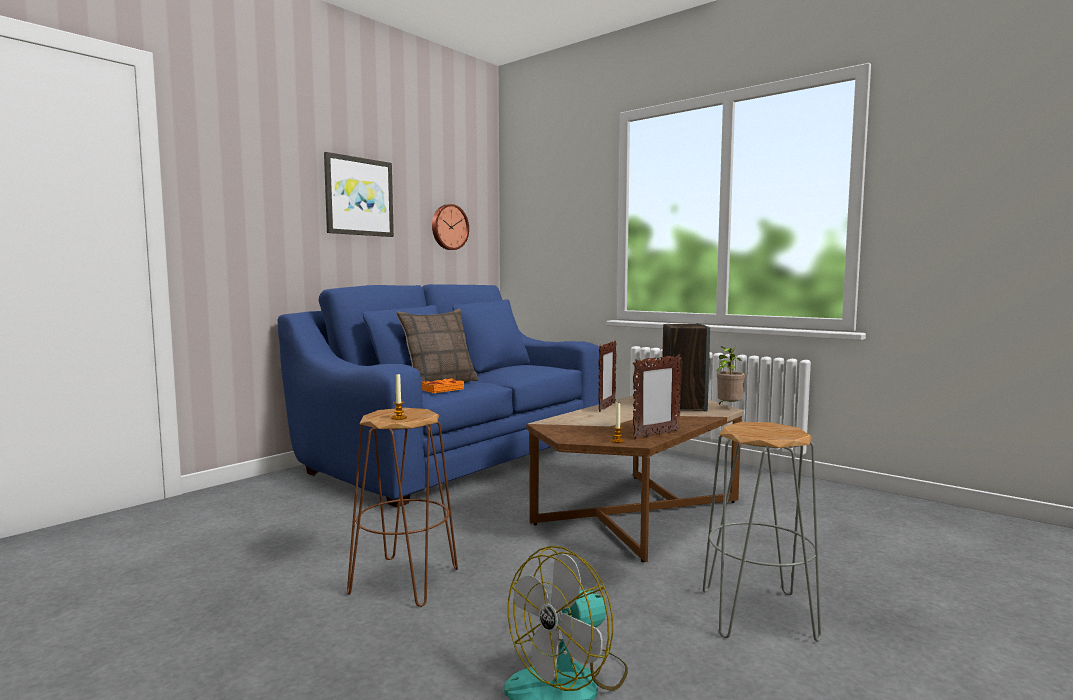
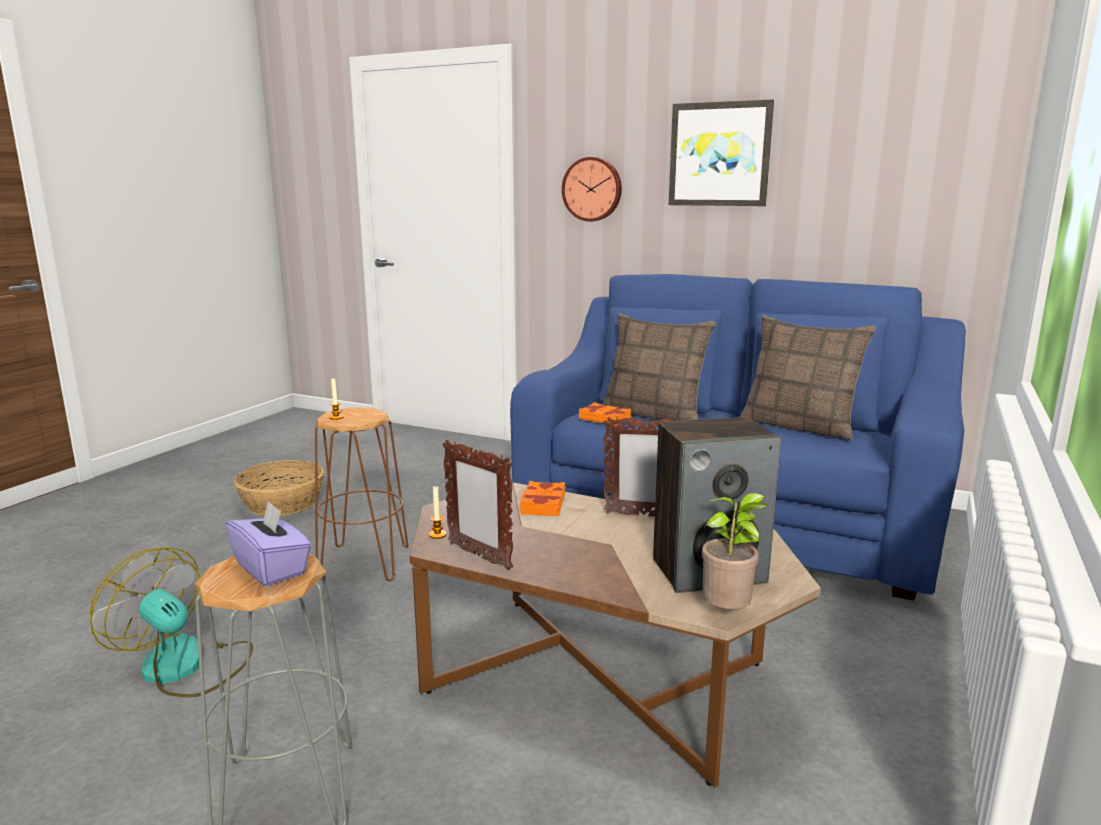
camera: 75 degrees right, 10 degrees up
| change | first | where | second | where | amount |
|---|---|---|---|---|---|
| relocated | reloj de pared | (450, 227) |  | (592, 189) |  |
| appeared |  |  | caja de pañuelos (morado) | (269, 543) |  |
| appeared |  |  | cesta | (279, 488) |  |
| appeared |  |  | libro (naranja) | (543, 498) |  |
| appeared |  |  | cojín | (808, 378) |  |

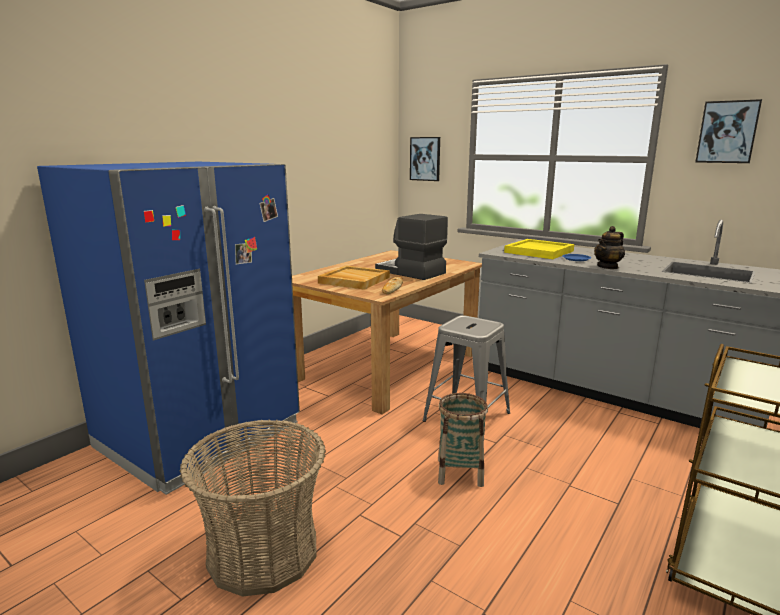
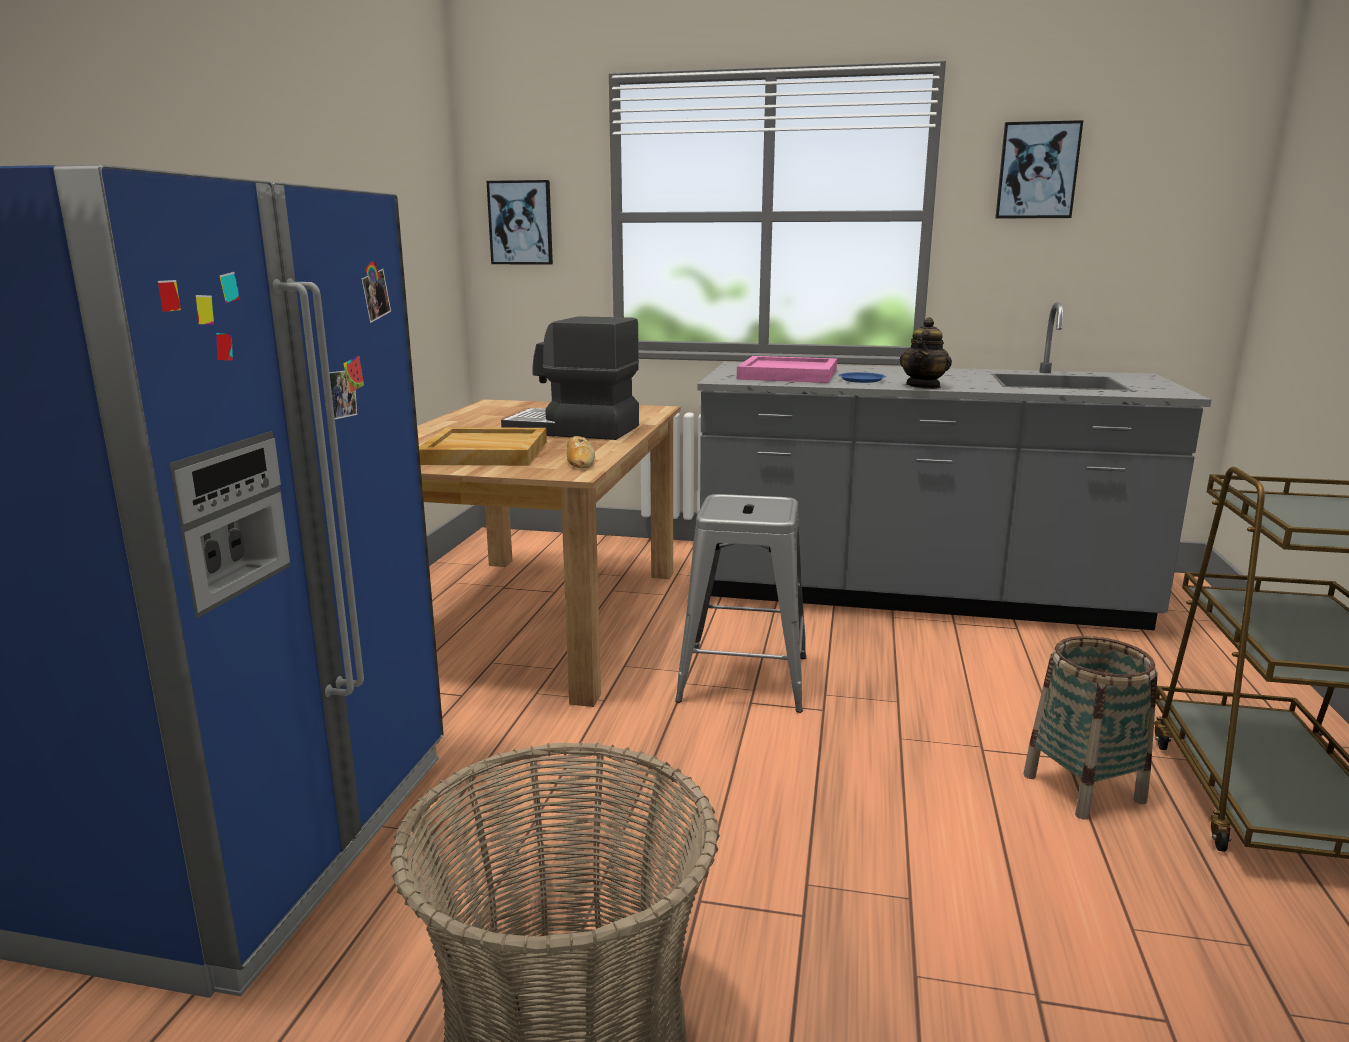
camera: 25 degrees left, 0 degrees up
| change | first | where | second | where | amount |
|---|---|---|---|---|---|
| relocated | cesta | (463, 440) |  | (1090, 728) |  |
| colour | bandeja (amarillo) | (539, 249) | bandeja (rosa) | (787, 369) |  |

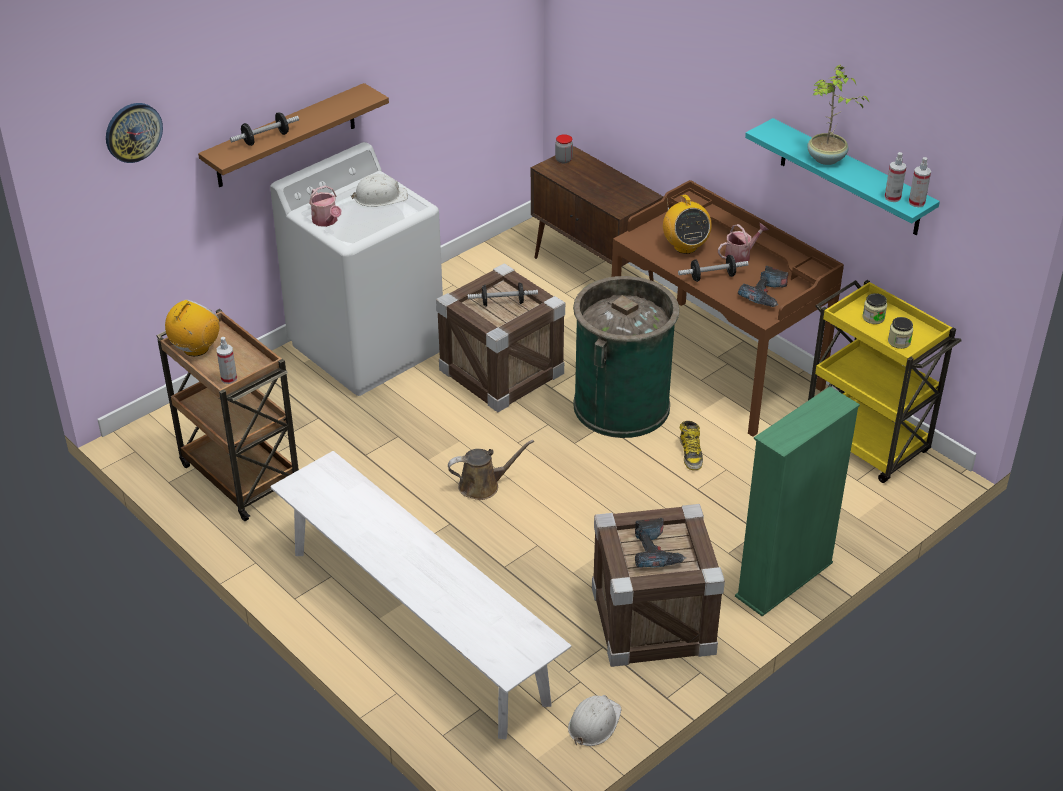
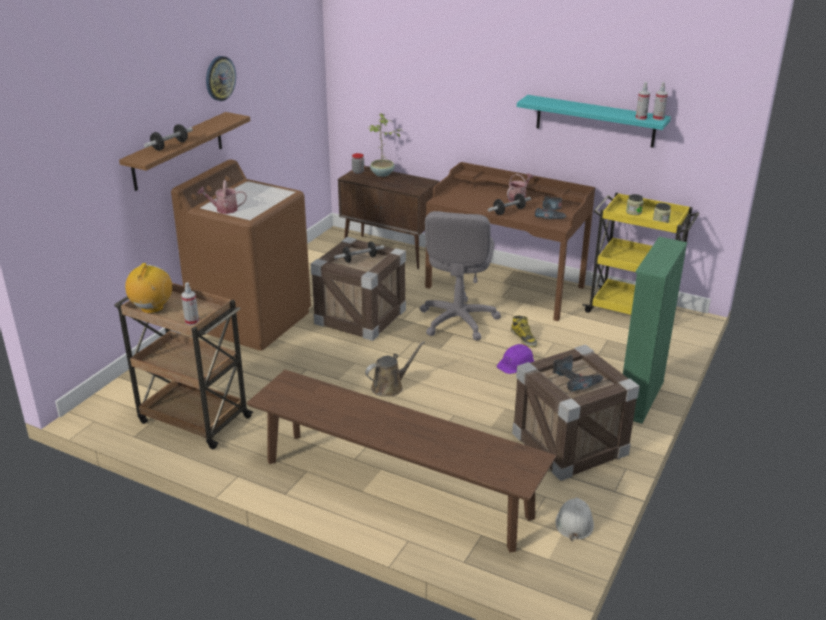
camera: 20 degrees left, 10 degrees down
| change | first | where | second | where | amount |
|---|---|---|---|---|---|
| relocated | reloj de pared | (134, 133) |  | (221, 78) |  |
| colour | lavadora (blanco) | (356, 269) | lavadora (marrón) | (241, 255) |  |
| colour | banco (blanco) | (420, 595) | banco (marrón) | (402, 461) |  |
| spun | regadera | (325, 206) |  | (222, 197) | 135 degrees clockwise |
| missing | casco (blanco) | (379, 190) |  |  |  |
| exchanged | papelera (verde) | (626, 357) | silla de oficina (gris) | (460, 275) |  |
| missing | radio | (687, 224) |  |  |  |
| relocated | planta en maceta | (838, 115) |  | (385, 145) |  |
| appeared |  |  | casco (morado) | (515, 359) |  |

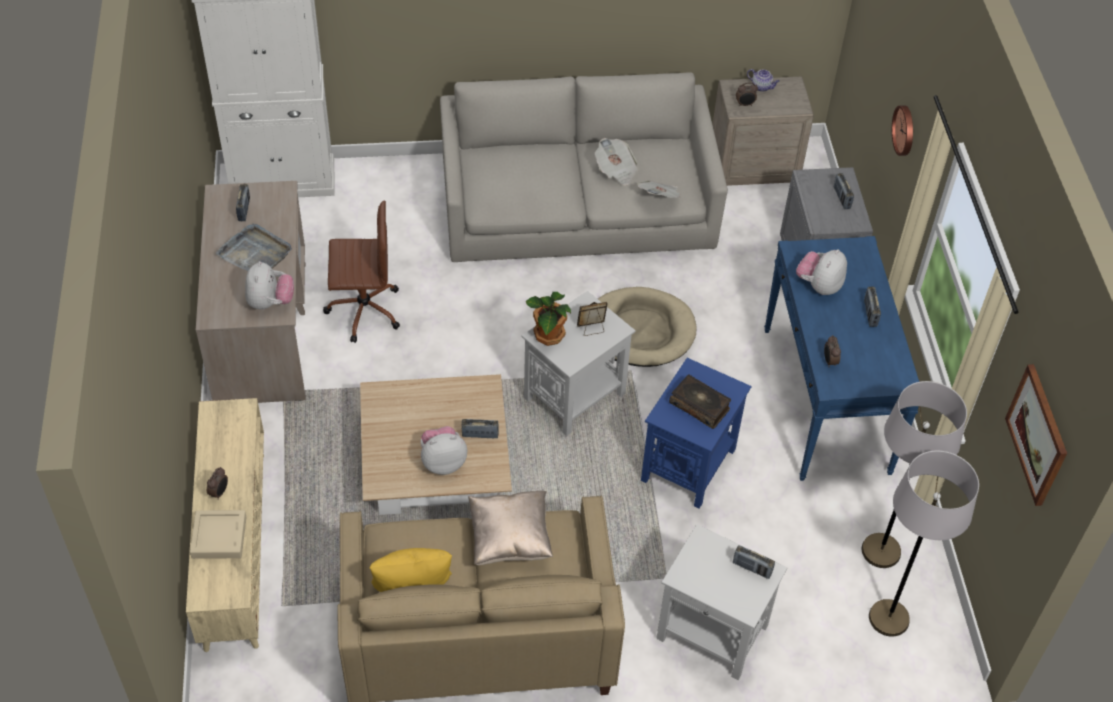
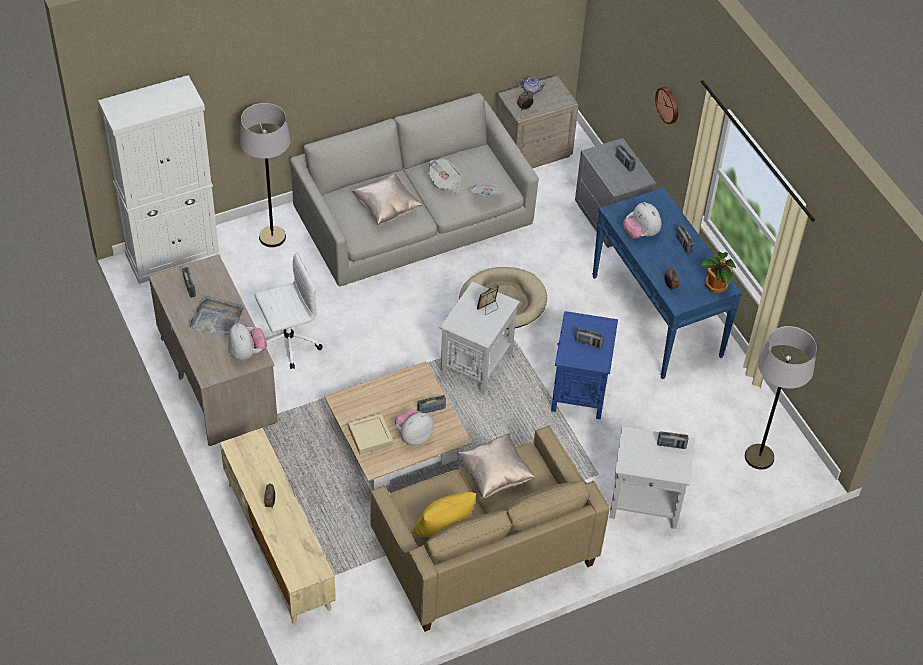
camera: 20 degrees left, 0 degrees up
| change | first | where | second | where | amount |
|---|---|---|---|---|---|
| relocated | bandeja (beis) | (218, 534) |  | (370, 434) |  |
| colour | silla de oficina (marrón) | (361, 271) | silla de oficina (blanco) | (289, 311) |  |
| relocated | planta en maceta | (548, 319) |  | (718, 273) |  |
| exchanged | libro | (700, 402) | radio | (589, 338) |  |
| spun | peluche | (821, 272) |  | (642, 220) | 45 degrees counterclockwise |
| relocated | lámpara de pie (gris) | (914, 474) |  | (265, 175) |  |
| missing | cuadro | (1036, 435) |  |  |  |
| appeared |  |  | cojín (beis) | (387, 199) |  |

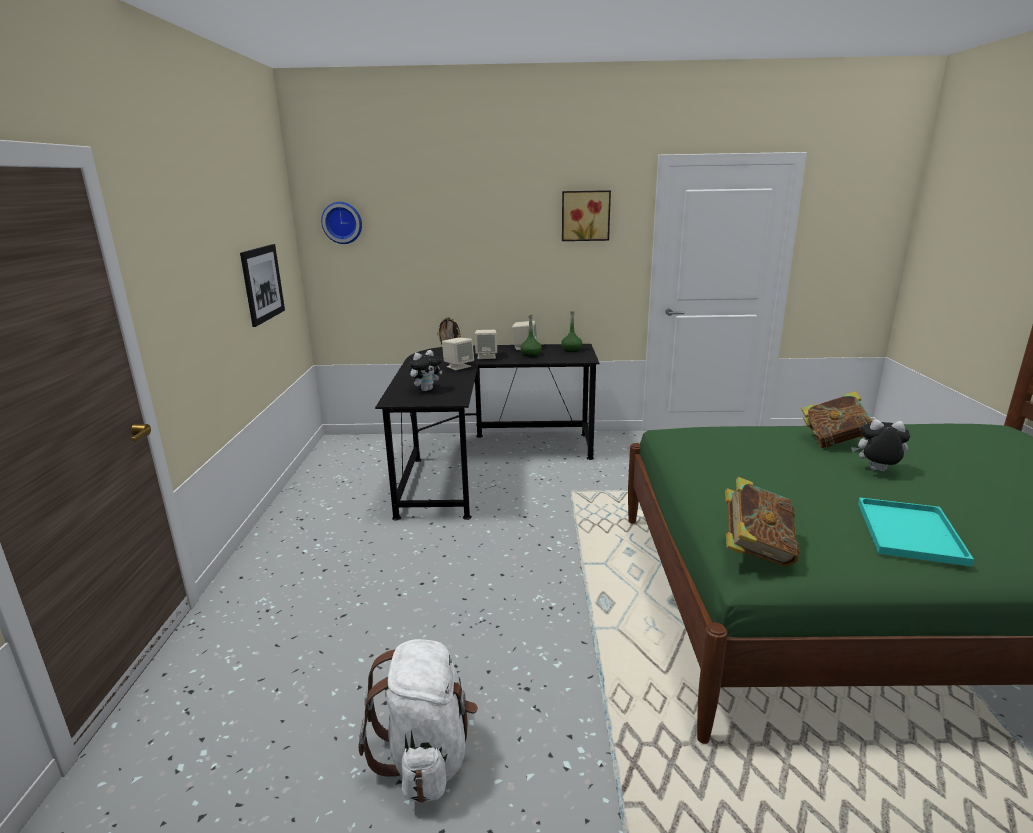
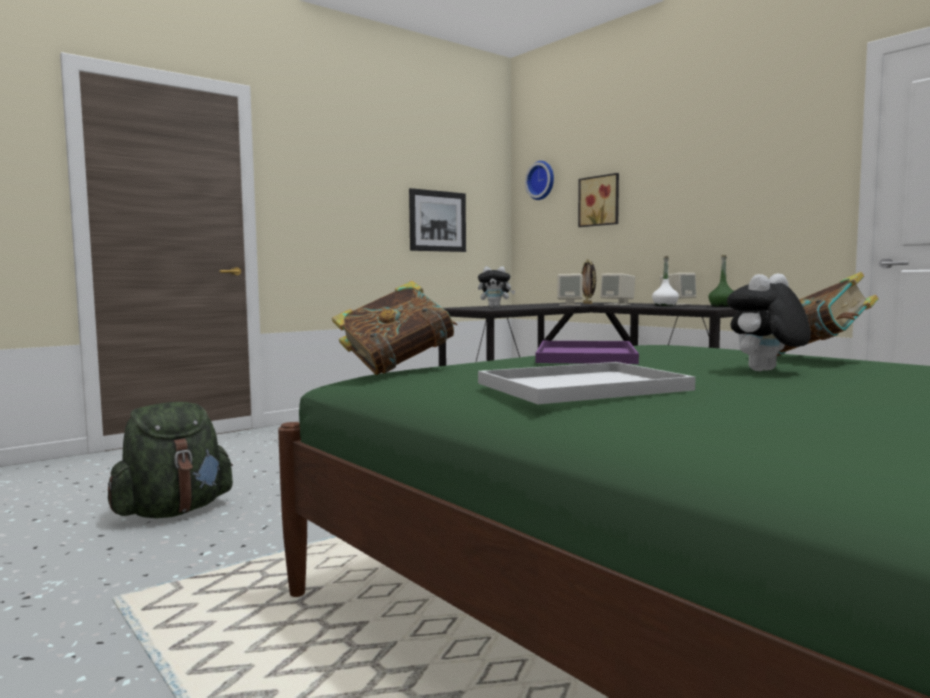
camera: 50 degrees right, 15 degrees down
| change | first | where | second | where | amount |
|---|---|---|---|---|---|
| colour | mochila (blanco) | (418, 721) | mochila (verde) | (170, 460) |  |
| colour | botella (verde) | (531, 336) | botella (blanco) | (665, 281) |  |
| relocated | cuadro | (586, 215) |  | (598, 200) |  |
| spun | peluche | (880, 445) |  | (769, 322) | 105 degrees counterclockwise |
| colour | bandeja (turquesa) | (916, 532) | bandeja (blanco) | (587, 383) |  |
| appeared |  |  | bandeja (morado) | (587, 352) |  |

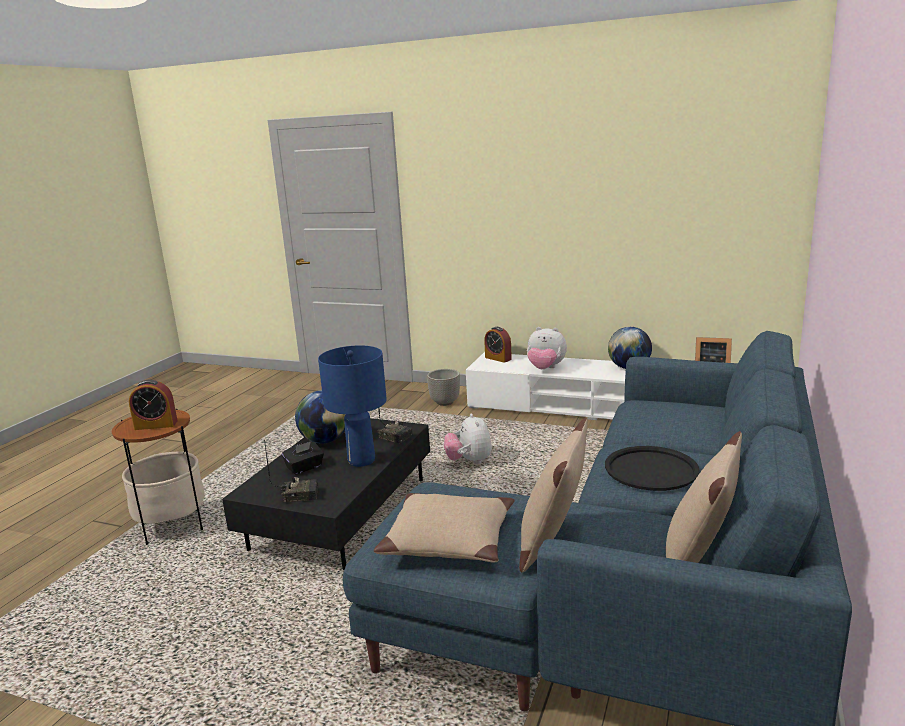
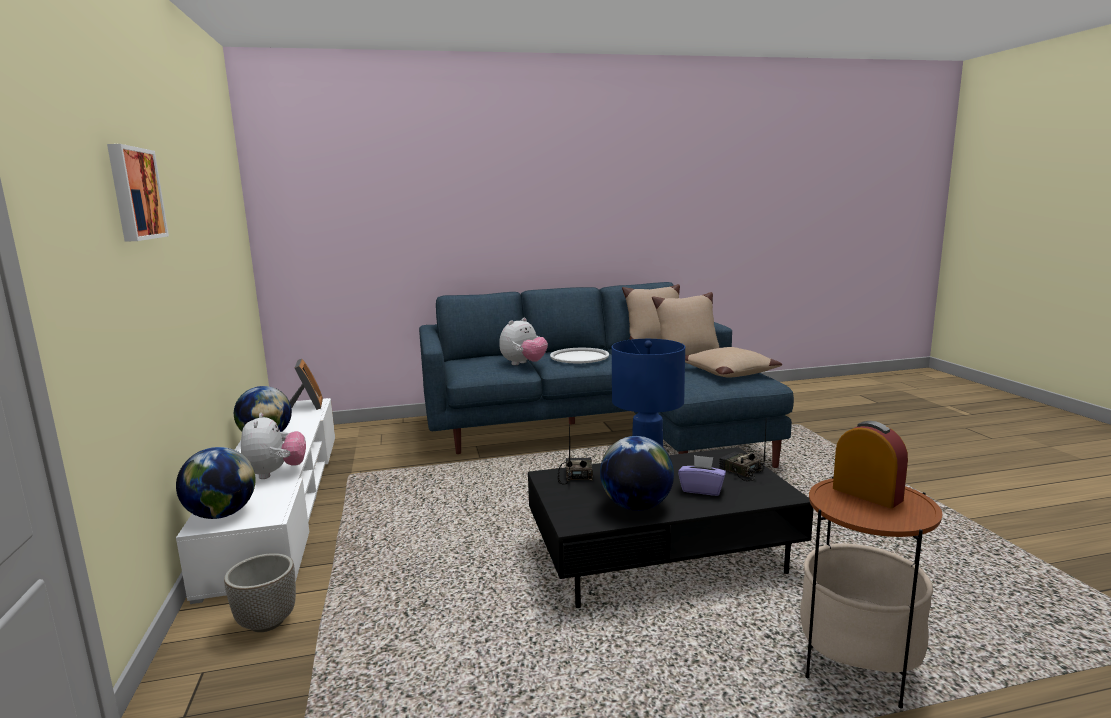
camera: 125 degrees left, 5 degrees down
| change | first | where | second | where | amount |
|---|---|---|---|---|---|
| colour | caja de pañuelos (negro) | (303, 458) | caja de pañuelos (morado) | (702, 475) |  |
| relocated | peluche | (468, 438) |  | (523, 341) |  |
| exchanged | despertador | (498, 345) | globo terráqueo | (216, 483) |  |
| colour | bandeja (negro) | (652, 468) | bandeja (blanco) | (579, 355) |  |
| appeared |  |  | cuadro | (138, 193) |  |

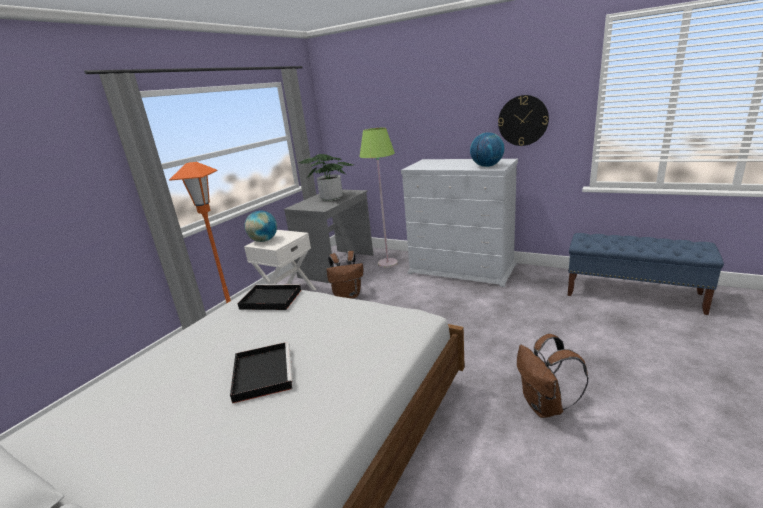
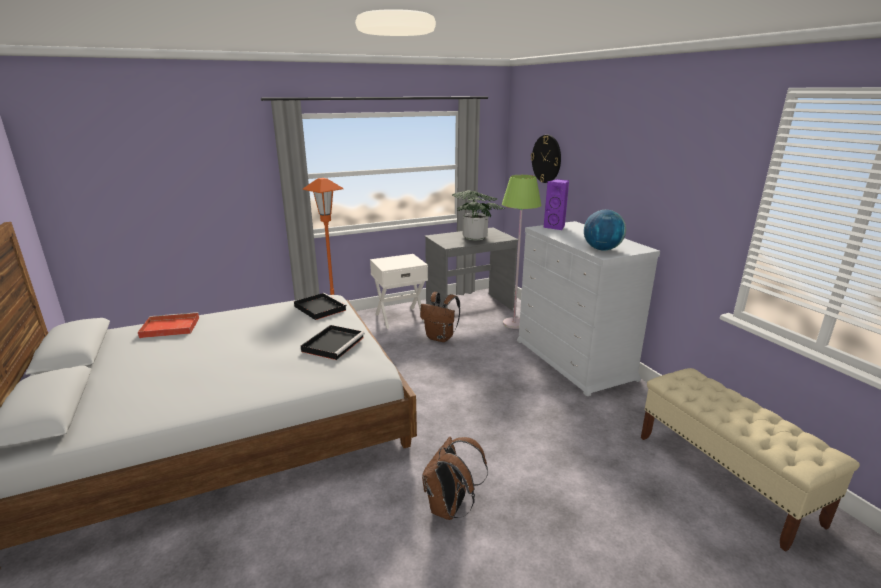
camera: 35 degrees right, 0 degrees up
| change | first | where | second | where | amount |
|---|---|---|---|---|---|
| relocated | bandeja (negro) | (261, 373) |  | (333, 342) |  |
| missing | globo terráqueo | (261, 226) |  |  |  |
| relocated | reloj de pared | (523, 120) |  | (546, 159) |  |
| colour | banco (azul) | (646, 274) | banco (beis) | (750, 460) |  |
| appeared |  |  | bandeja (rojo) | (168, 325) |  |
| appeared |  |  | altavoz (morado) | (556, 204) |  |

